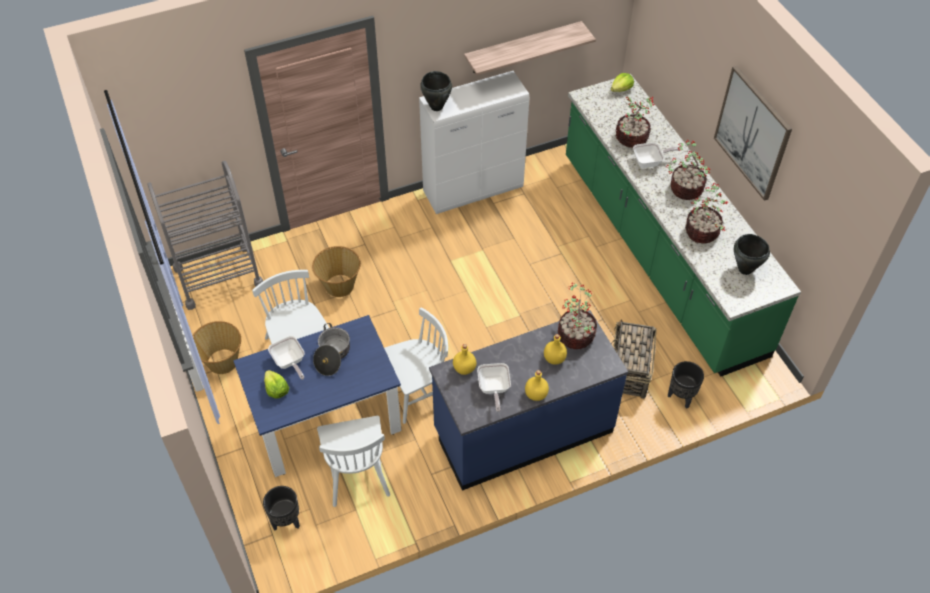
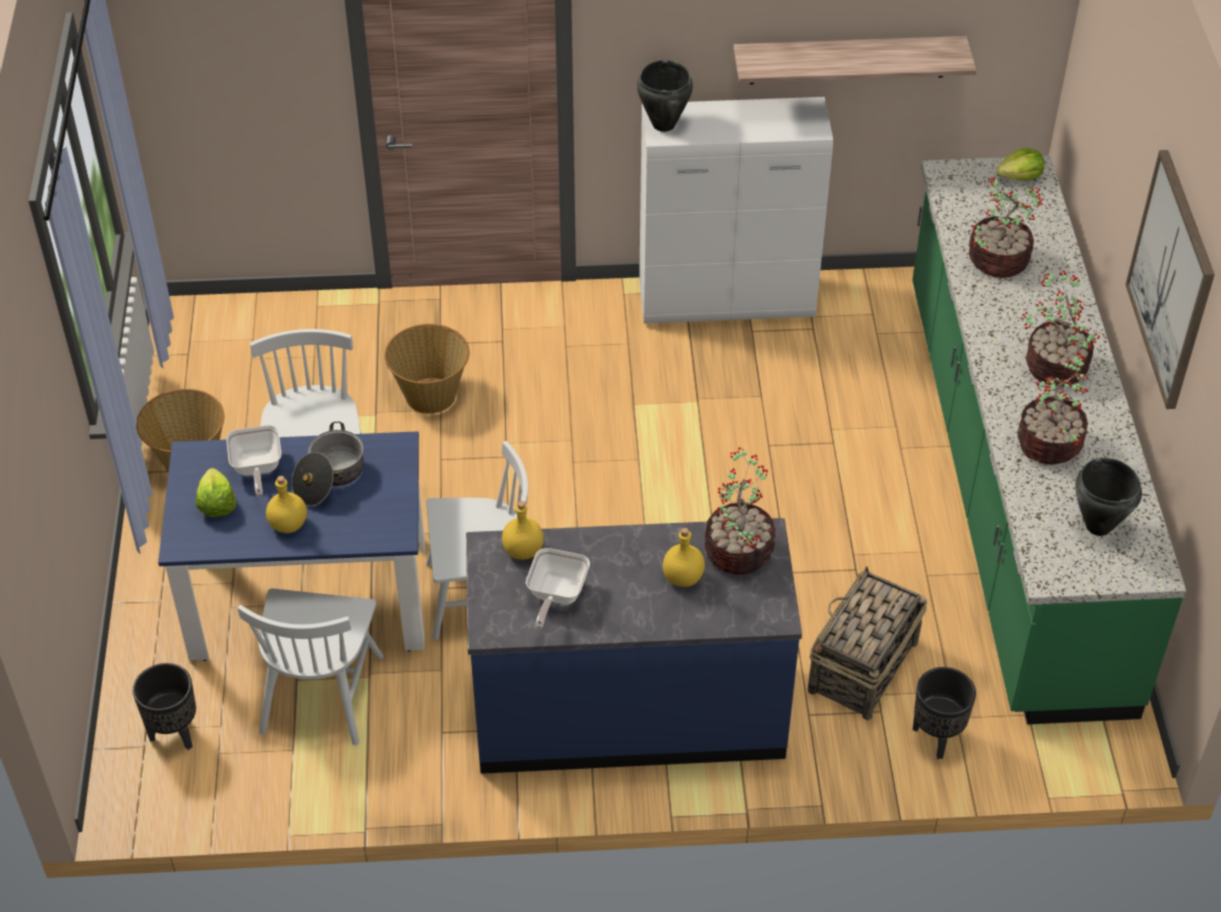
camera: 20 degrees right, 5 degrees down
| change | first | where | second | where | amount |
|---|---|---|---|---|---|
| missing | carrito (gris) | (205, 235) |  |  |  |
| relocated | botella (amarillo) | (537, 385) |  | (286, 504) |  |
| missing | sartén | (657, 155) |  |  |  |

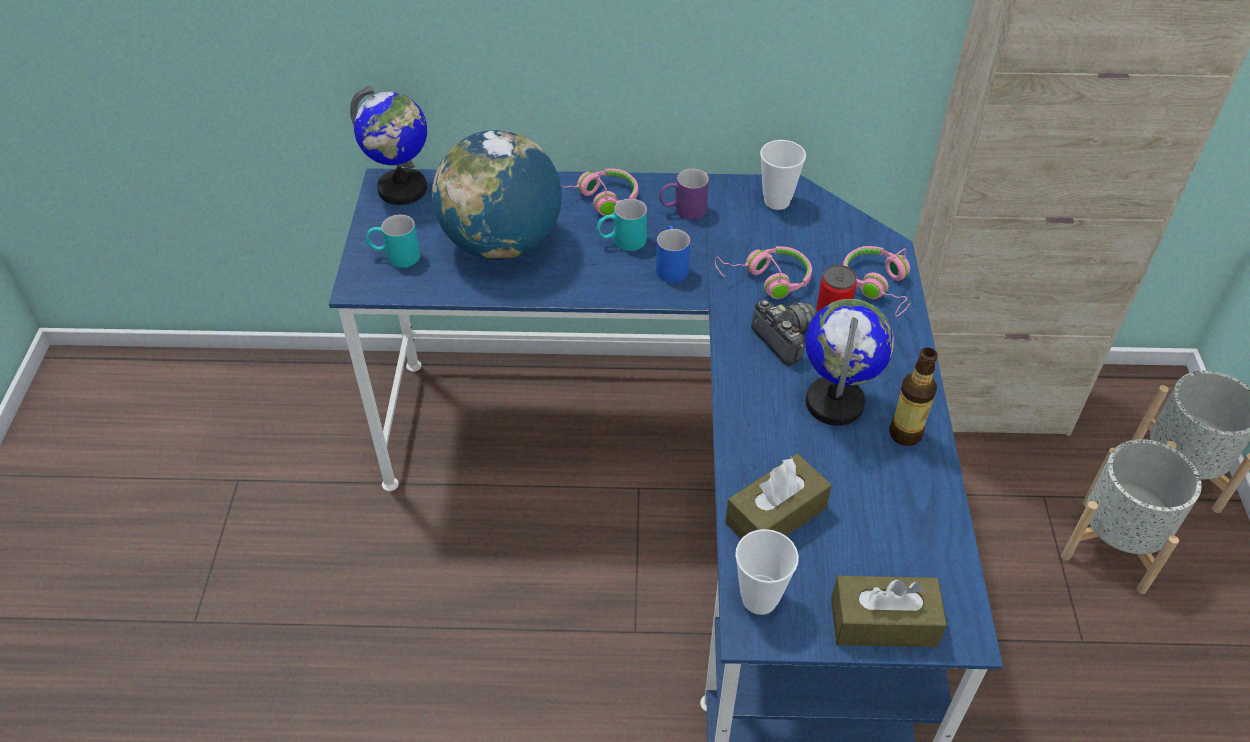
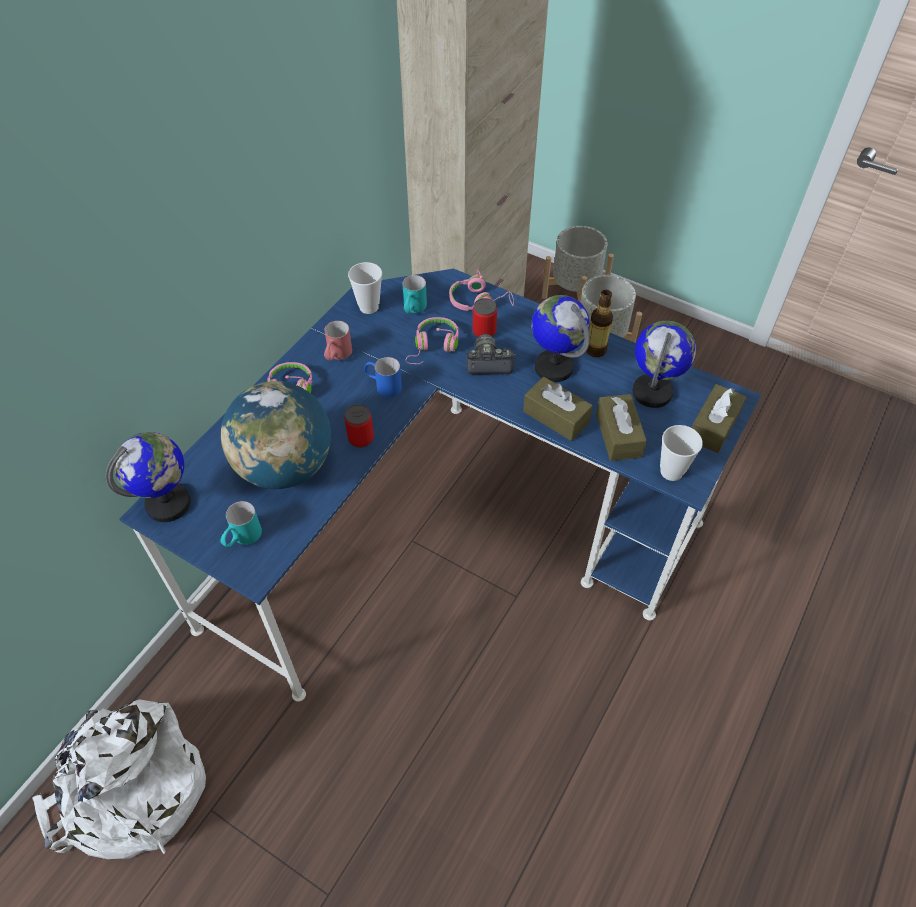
camera: 60 degrees left, 5 degrees up
| change | first | where | second | where | amount |
|---|---|---|---|---|---|
| relocated | taza grande (turquesa) | (622, 225) |  | (414, 294) |  |
| colour | taza grande (morado) | (684, 194) | taza grande (rojo) | (338, 341) |  |
| appeared |  |  | mochila (blanco) | (119, 779) |  |
| appeared |  |  | lata | (359, 426) |  |
| appeared |  |  | caja de pañuelos (marrón) | (558, 409) |  |
| appeared |  |  | globo terráqueo | (664, 364) |  |

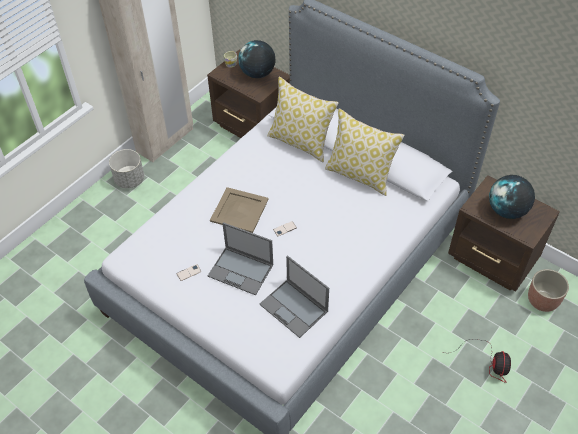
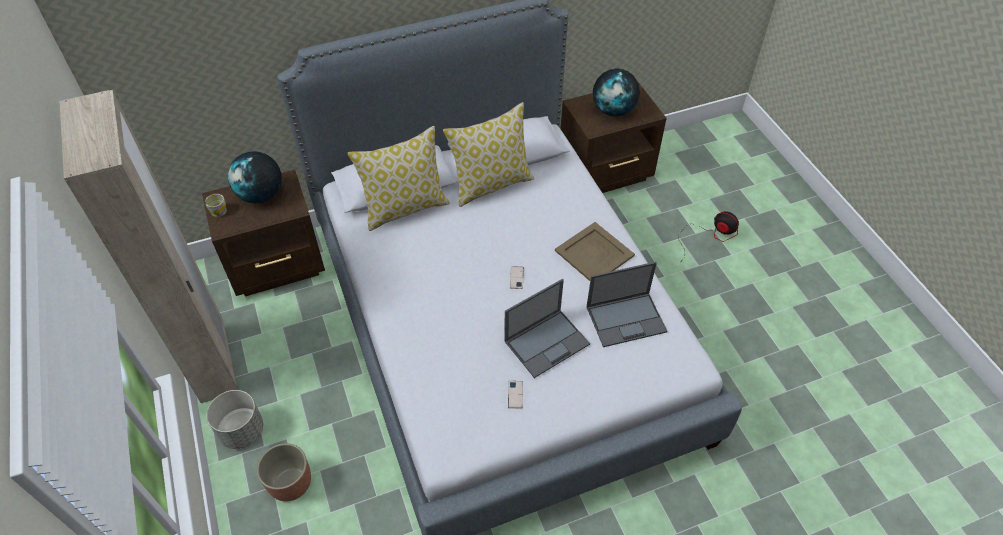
camera: 60 degrees left, 0 degrees up
| change | first | where | second | where | amount |
|---|---|---|---|---|---|
| relocated | bandeja (beis) | (239, 210) |  | (595, 251) |  |
| relocated | maceta | (548, 290) |  | (284, 472) |  |

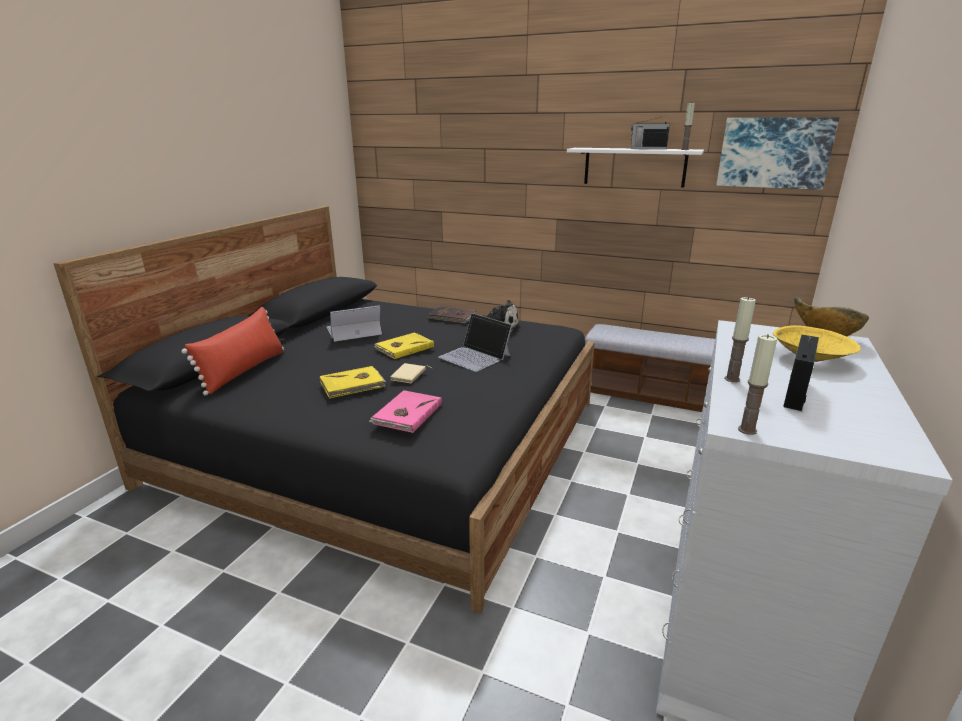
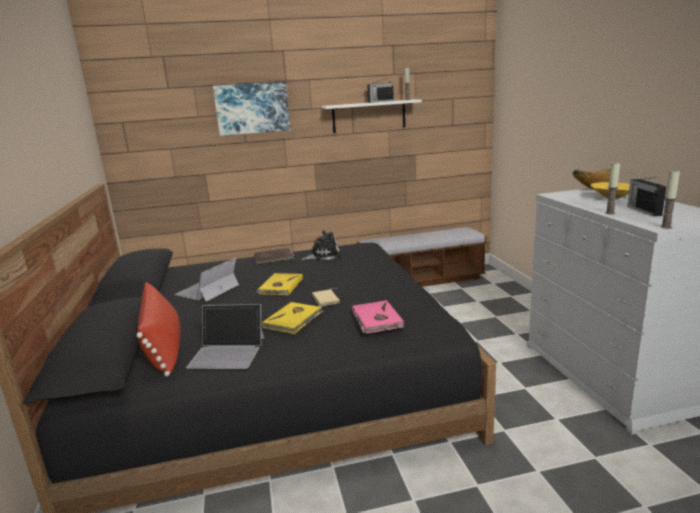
camera: 35 degrees left, 5 degrees down
| change | first | where | second | where | amount |
|---|---|---|---|---|---|
| relocated | portátil | (475, 342) |  | (225, 336) |  |
| relocated | cuadro | (777, 153) |  | (251, 108) |  |

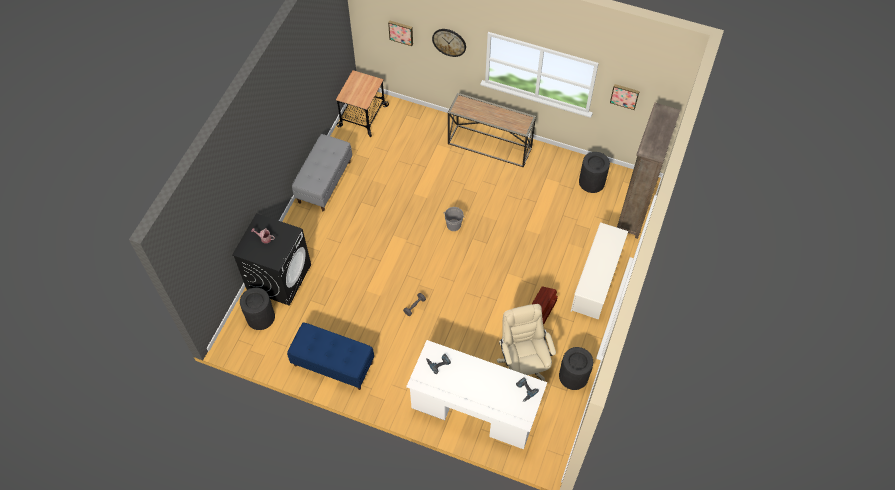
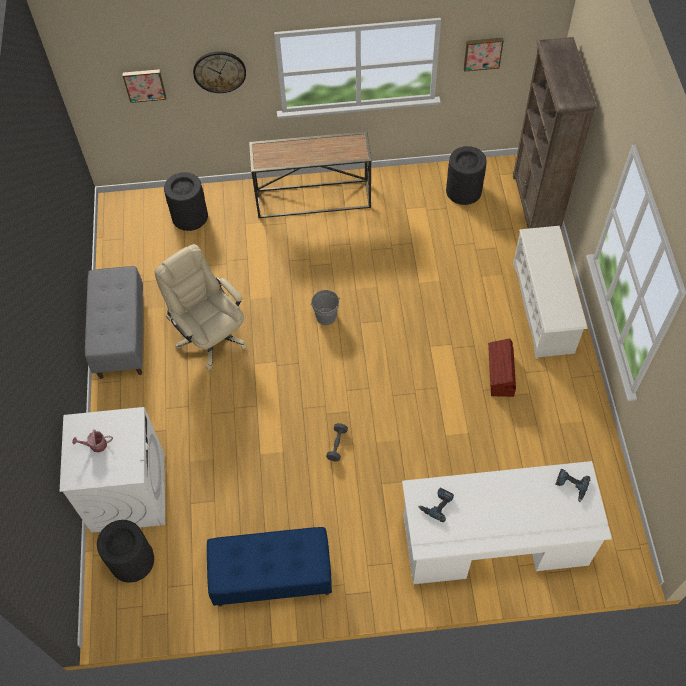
camera: 25 degrees left, 0 degrees up
| change | first | where | second | where | amount |
|---|---|---|---|---|---|
| colour | lavadora (negro) | (271, 259) | lavadora (blanco) | (112, 470) |  |
| missing | carrito | (362, 103) |  |  |  |
| relocated | silla de oficina (beis) | (526, 342) |  | (201, 307) |  |
| relocated | papelera (negro) | (576, 368) |  | (186, 201) |  |

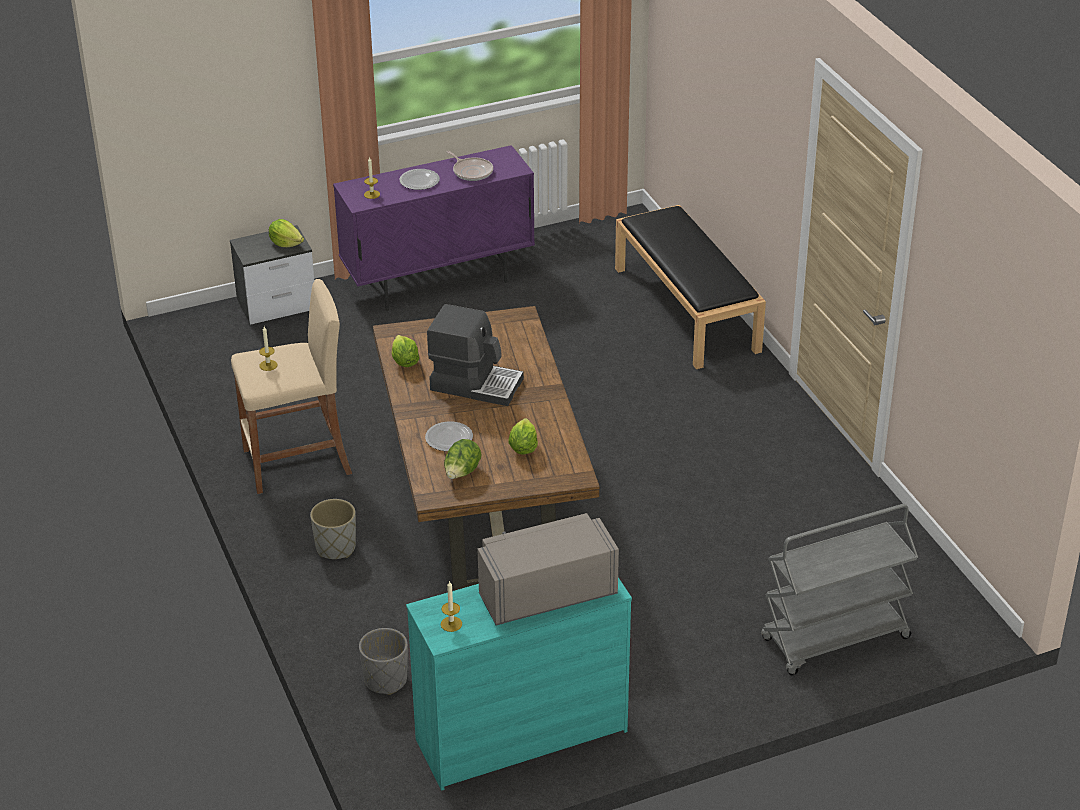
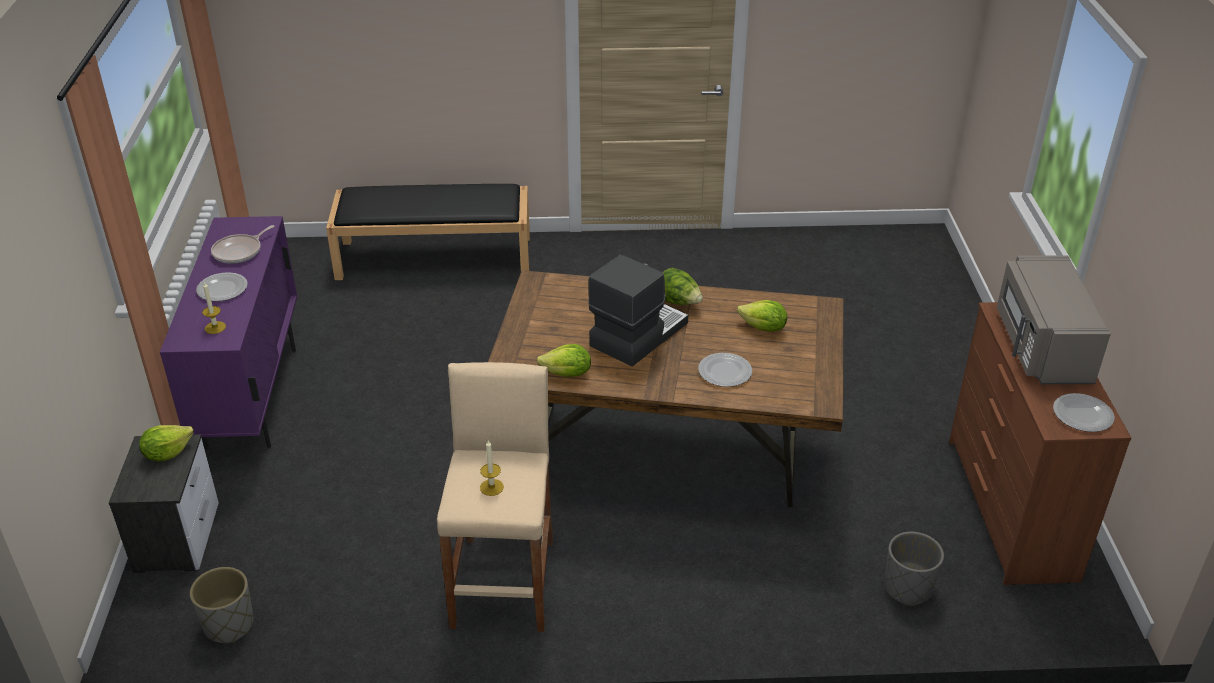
camera: 70 degrees left, 0 degrees up
| change | first | where | second | where | amount |
|---|---|---|---|---|---|
| relocated | maceta (gris) | (333, 529) |  | (222, 605) |  |
| colour | cómoda (turquesa) | (519, 684) | cómoda (marrón) | (1040, 443) |  |
| exchanged | vela | (451, 606) | plato | (1084, 412) |  |
| relocated | lechuga | (463, 459) |  | (682, 286) |  |
| spun | sartén | (470, 166) |  | (243, 244) | 150 degrees clockwise |
| missing | carrito (gris) | (839, 589) |  |  |  |

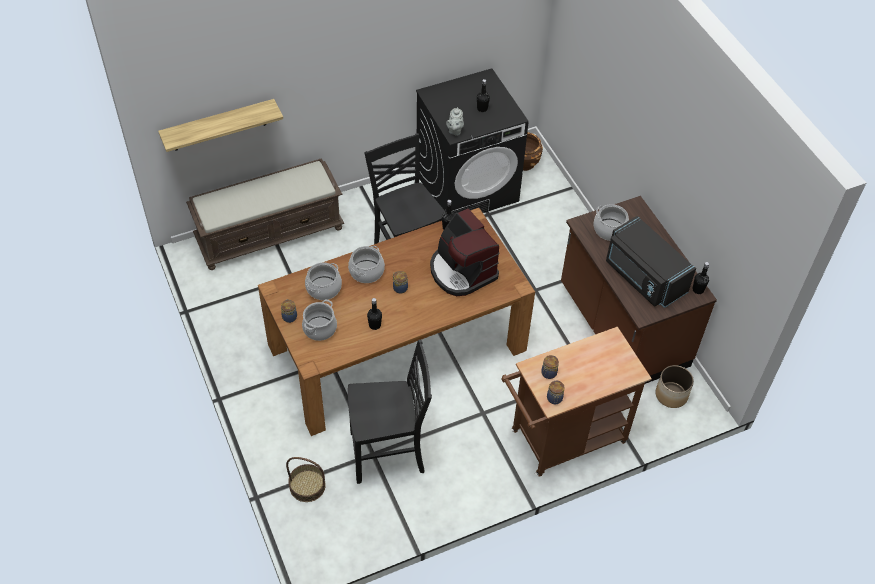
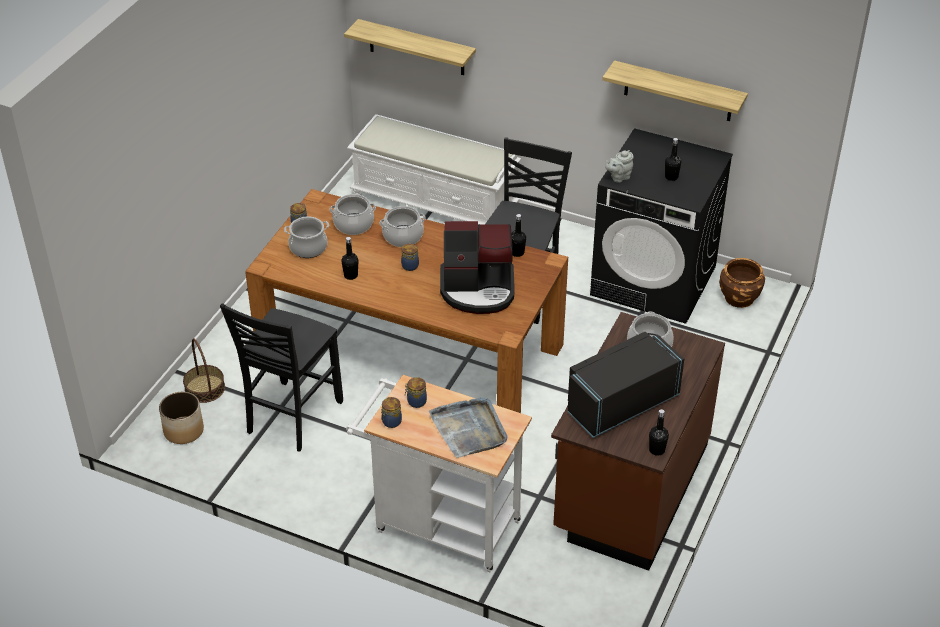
camera: 50 degrees right, 10 degrees down
| change | first | where | second | where | amount |
|---|---|---|---|---|---|
| colour | banco (marrón) | (265, 214) | banco (blanco) | (434, 169) |  |
| spun | silla (negro) | (390, 412) |  | (281, 377) | 75 degrees clockwise |
| spun | cafetera | (465, 252) |  | (477, 267) | 105 degrees counterclockwise |
| colour | carrito (marrón) | (576, 402) | carrito (blanco) | (439, 474) |  |
| spun | microondas (negro) | (651, 262) |  | (625, 385) | 45 degrees clockwise |
| relocated | maceta | (675, 386) |  | (181, 418) |  |
| appeared |  |  | bandeja (gris) | (468, 427) |  |
| appeared |  |  | estante | (675, 90) |  |

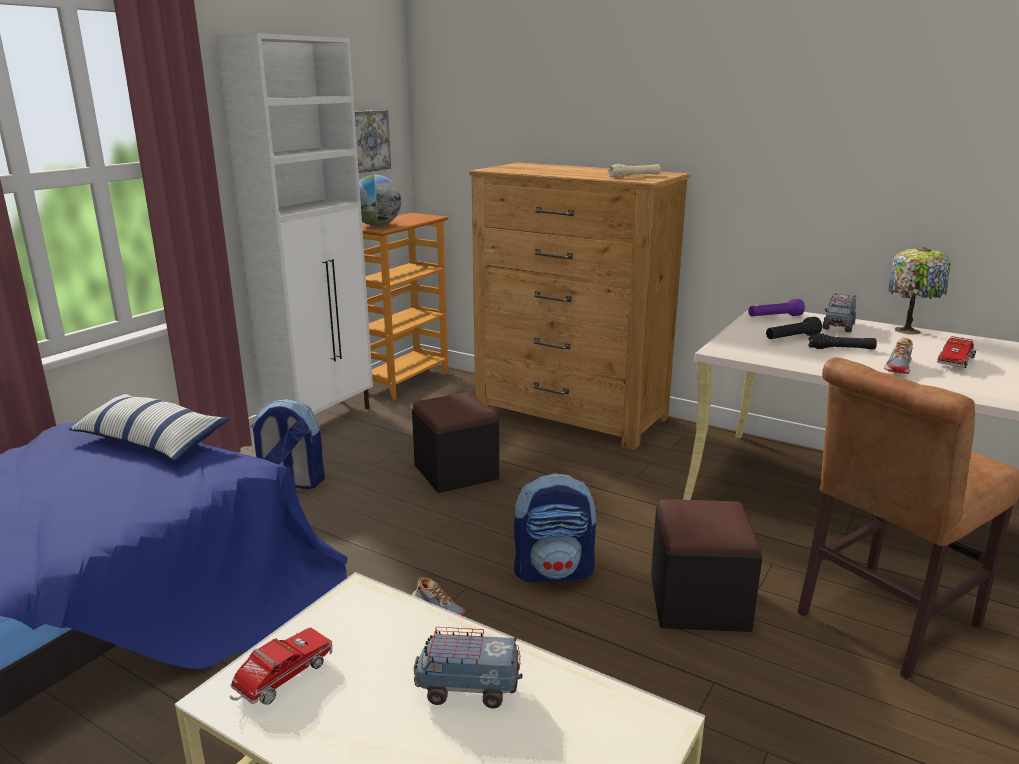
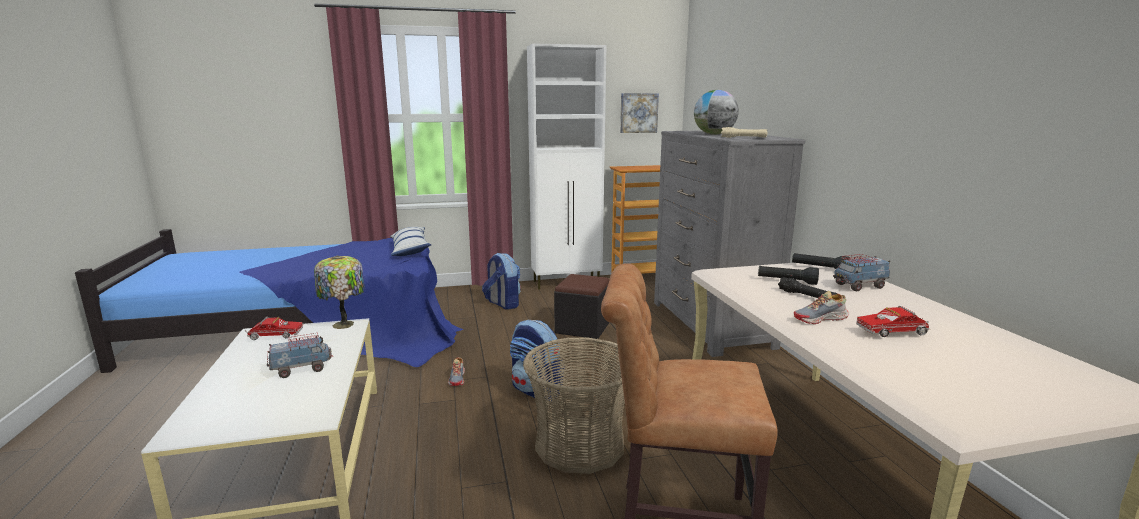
camera: 45 degrees right, 5 degrees down
| change | first | where | second | where | amount |
|---|---|---|---|---|---|
| relocated | globo terráqueo | (380, 200) |  | (716, 112) |  |
| spun | camión de juguete | (468, 668) |  | (299, 355) | 105 degrees clockwise |
| colour | cómoda (marrón) | (579, 306) | cómoda (gris) | (729, 244) |  |
| exchanged | puf (negro) | (706, 565) | cesta | (574, 405) |  |
| colour | linterna (morado) | (776, 308) | linterna (negro) | (821, 261) |  |
| relocated | lámpara de mesa | (920, 290) |  | (339, 292) |  |

